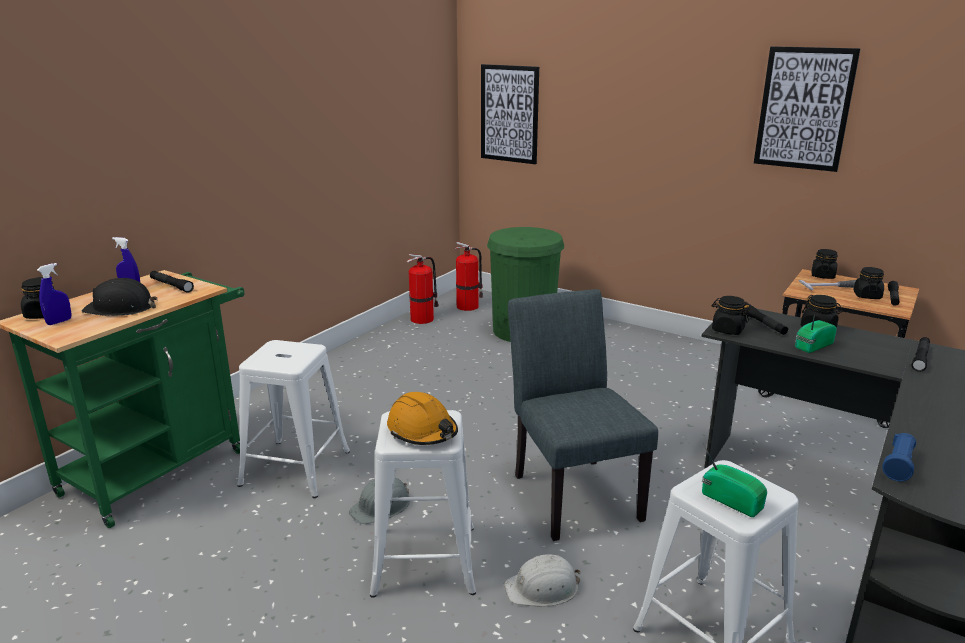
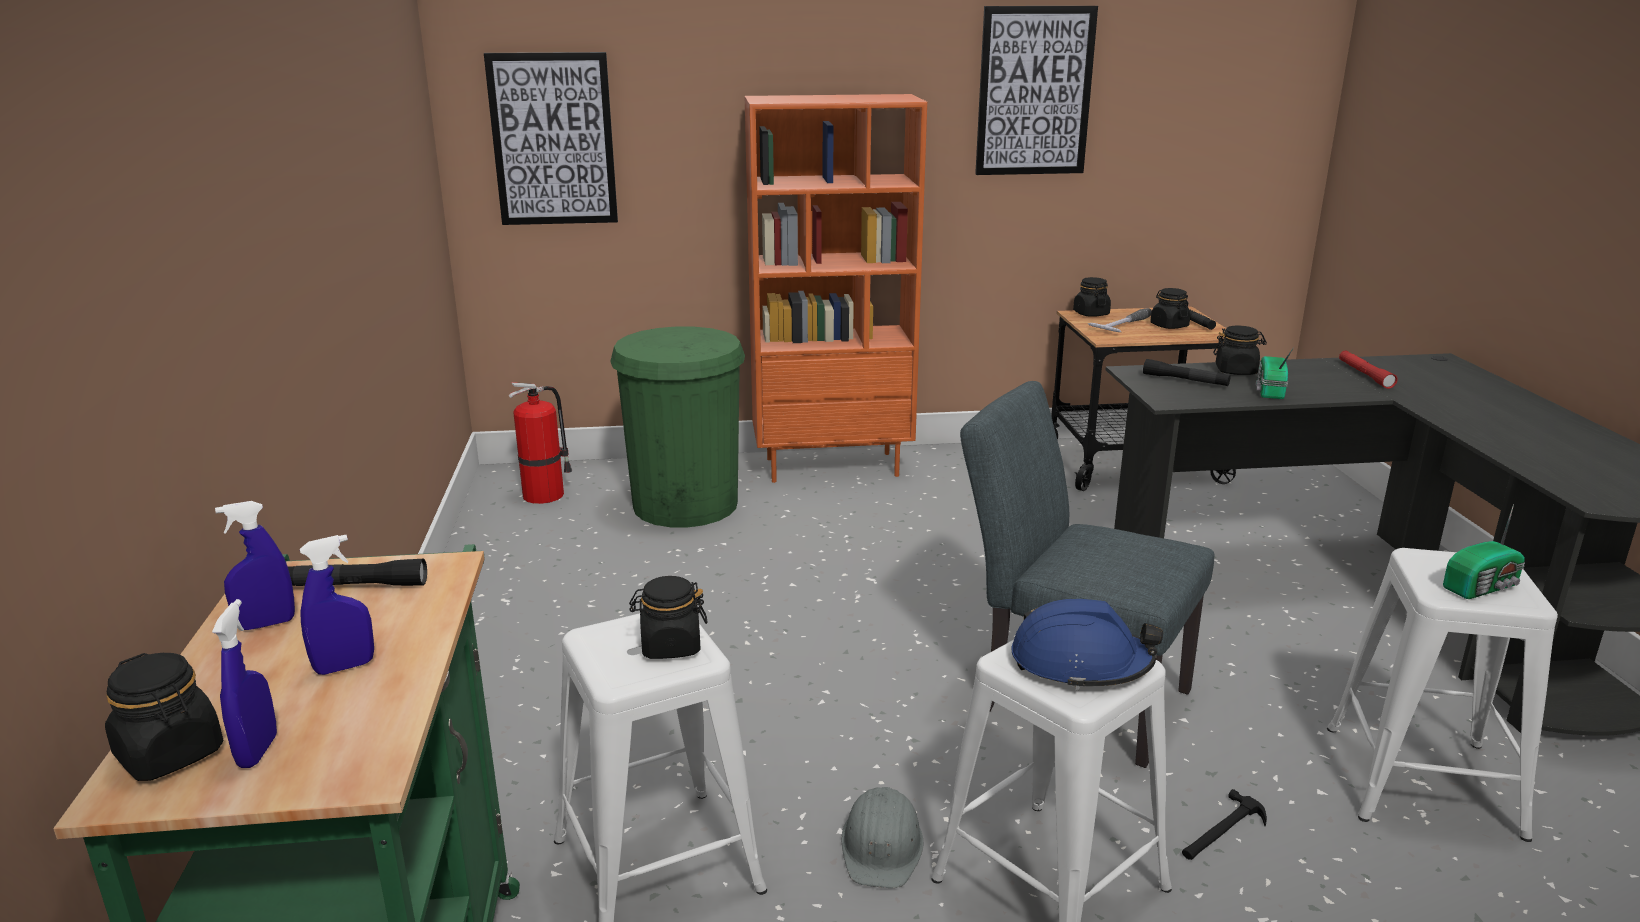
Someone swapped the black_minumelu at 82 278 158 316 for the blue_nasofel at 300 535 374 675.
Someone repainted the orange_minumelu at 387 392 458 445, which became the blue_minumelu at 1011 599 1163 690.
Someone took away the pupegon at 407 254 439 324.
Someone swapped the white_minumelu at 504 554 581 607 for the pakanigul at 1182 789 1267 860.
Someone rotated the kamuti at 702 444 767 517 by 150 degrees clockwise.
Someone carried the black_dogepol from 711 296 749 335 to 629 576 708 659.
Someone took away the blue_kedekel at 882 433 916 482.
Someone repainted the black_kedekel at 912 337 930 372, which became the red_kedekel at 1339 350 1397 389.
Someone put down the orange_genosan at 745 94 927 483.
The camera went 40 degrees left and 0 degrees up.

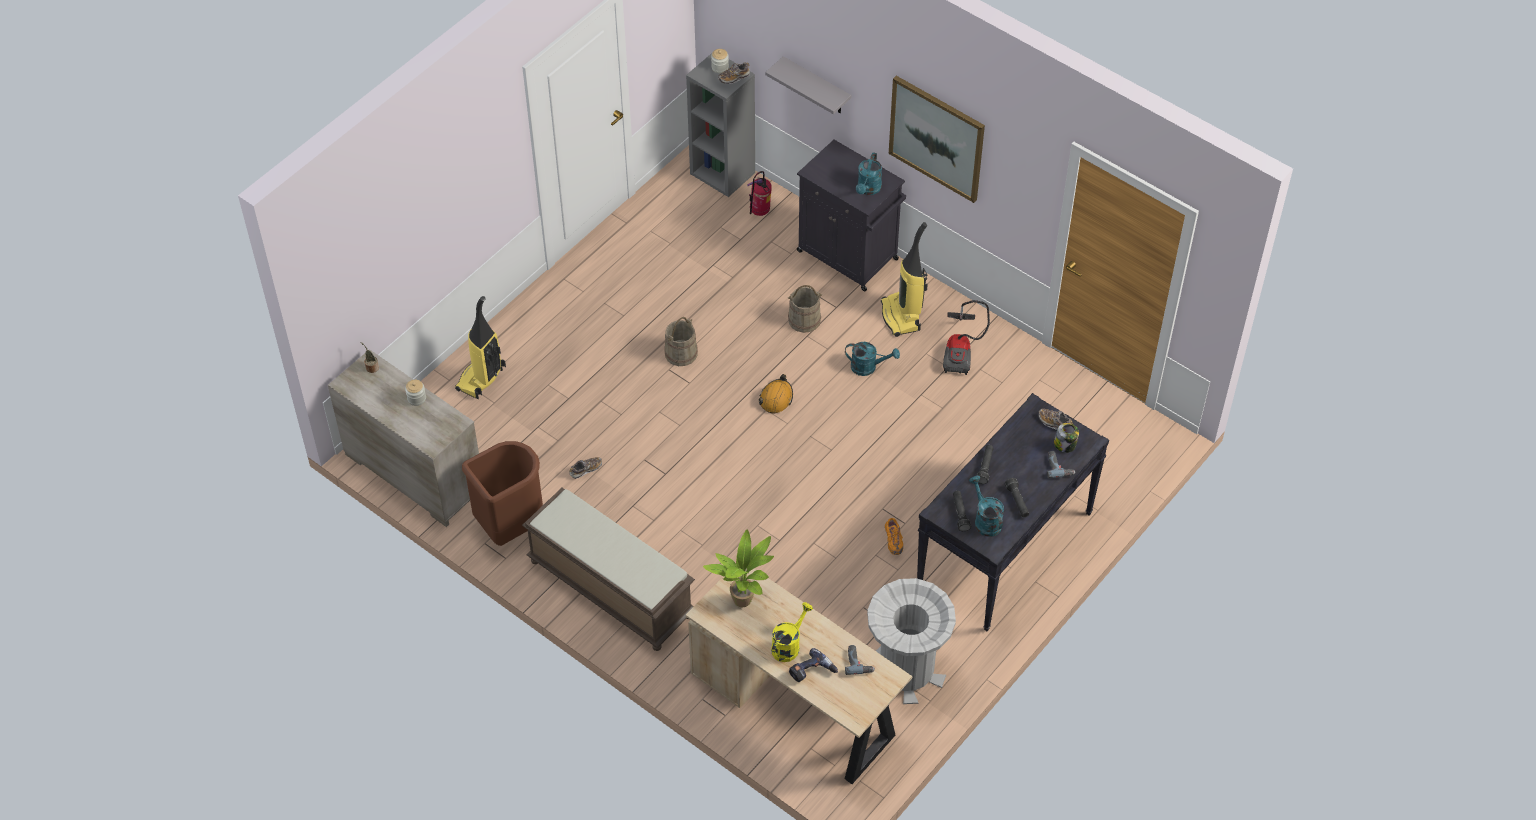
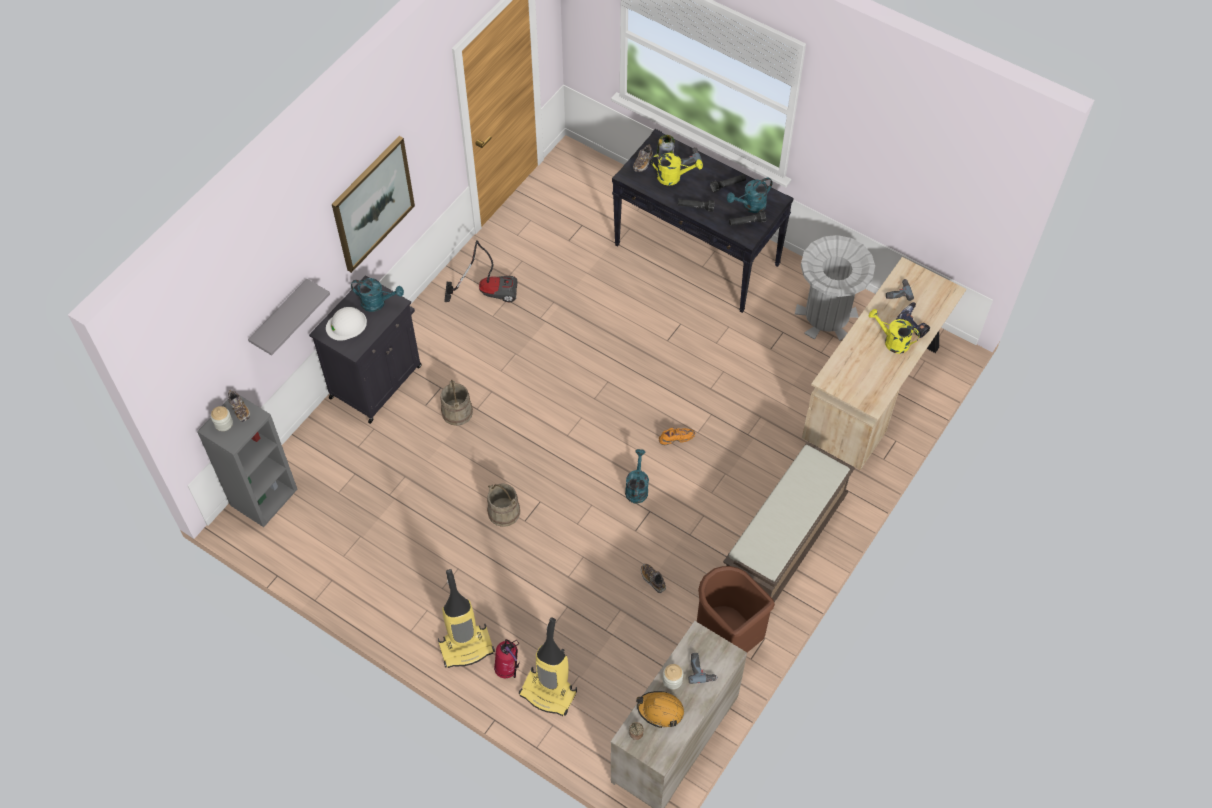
Someone took away the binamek at 703 530 774 607.
Someone carried the pupegon from 747 171 772 216 to 494 639 520 678.
Someone carried the orange_minumelu from 759 374 793 414 to 636 691 684 728.
Someone carried the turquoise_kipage from 845 342 900 376 to 625 449 649 504.
Someone carried the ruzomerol from 881 222 928 337 to 438 569 495 668.
Someone carried the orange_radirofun from 885 518 903 555 to 659 427 695 445.
Someone put down the white_minumelu at 326 307 367 341.
Someone put down the yellow_kipage at 652 153 703 186.
Someone put down the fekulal at 688 653 718 684.
The camera went 95 degrees left and 5 degrees up.

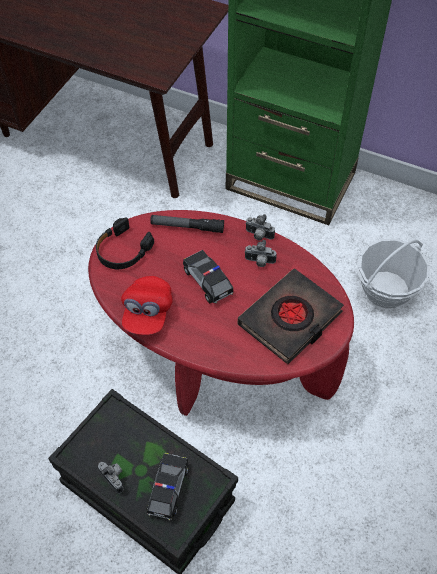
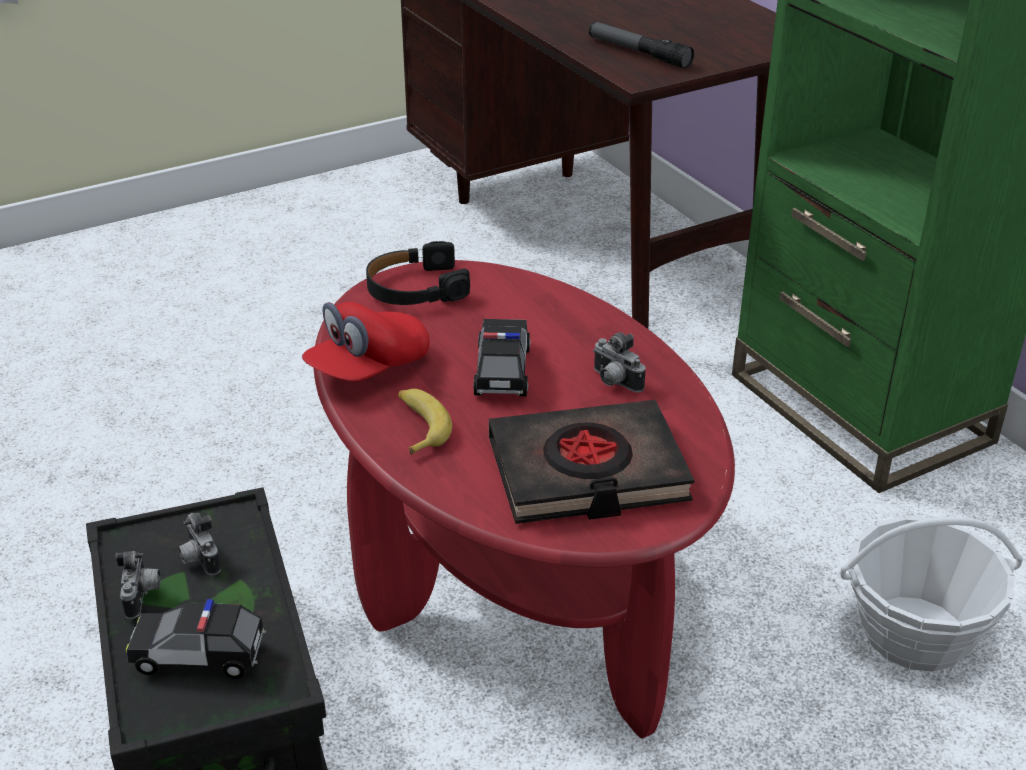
Someone rotated the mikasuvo at 147 453 189 521 by 135 degrees counterclockwise.
Someone carried the kedekel from 150 215 224 233 to 589 22 694 69.
Someone carried the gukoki from 245 214 275 241 to 178 512 221 575.
Someone put down the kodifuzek at 398 389 452 455.
The camera went 35 degrees right and 20 degrees down.

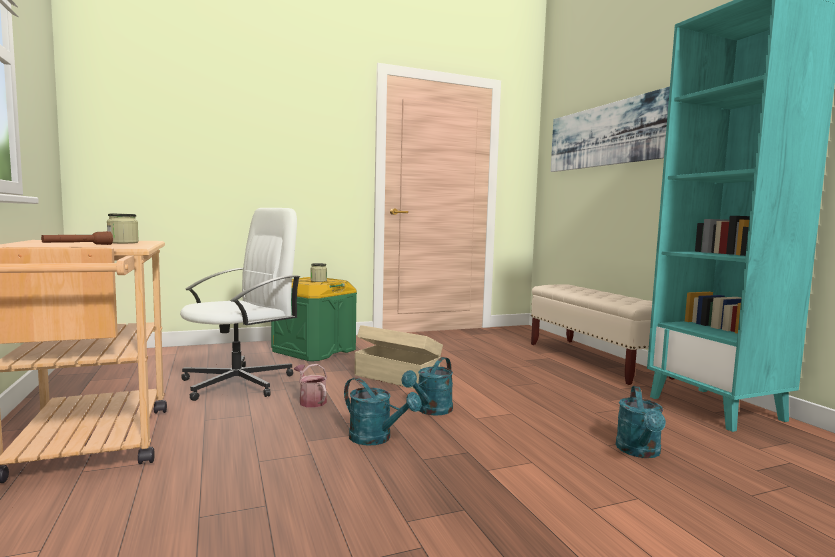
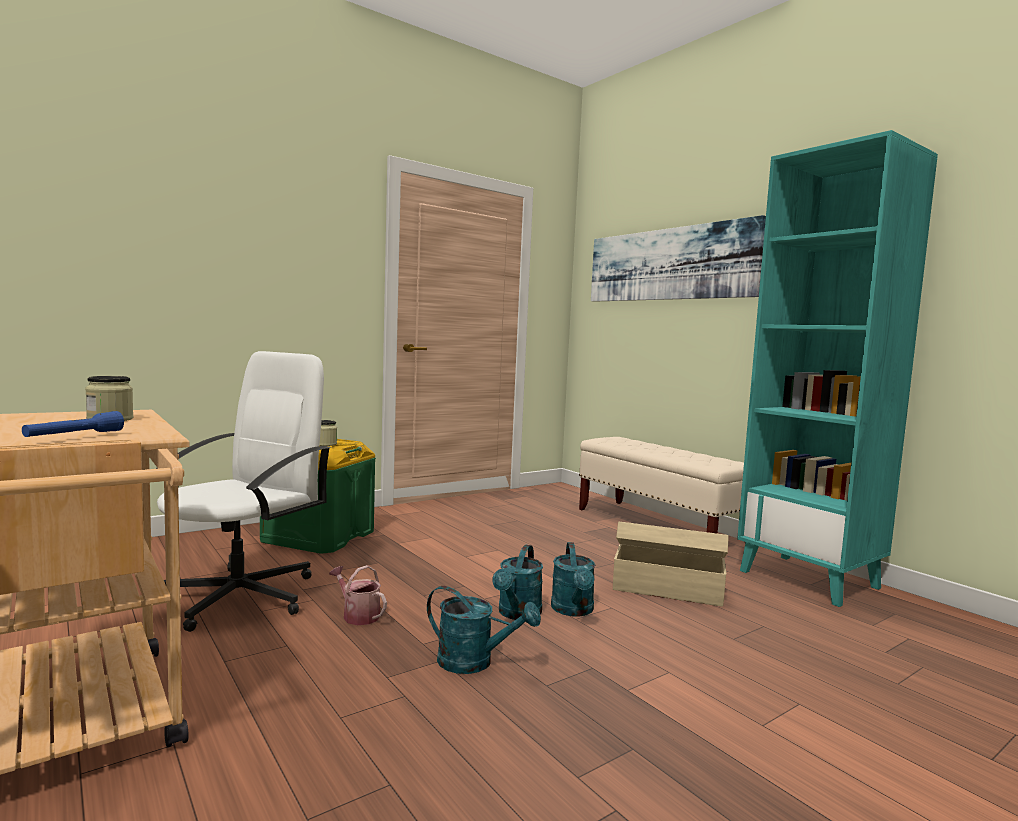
Someone repainted the brown_kedekel at 41 231 113 245, which became the blue_kedekel at 22 411 124 437.
Someone carried the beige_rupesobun from 355 325 443 389 to 613 522 728 607.
Someone carried the turquoise_kipage from 616 386 666 458 to 551 542 595 617.
The camera went 15 degrees left and 0 degrees up.

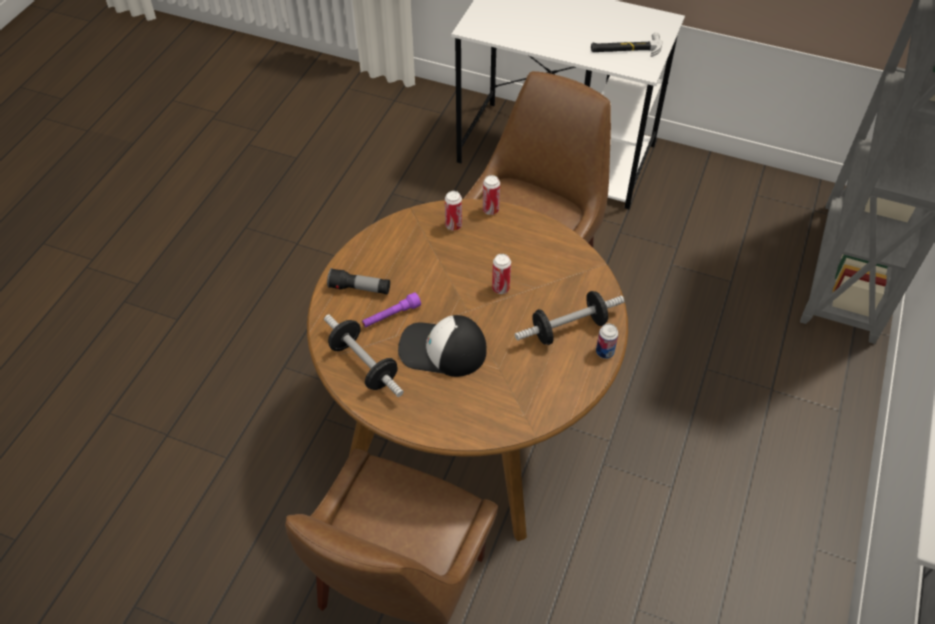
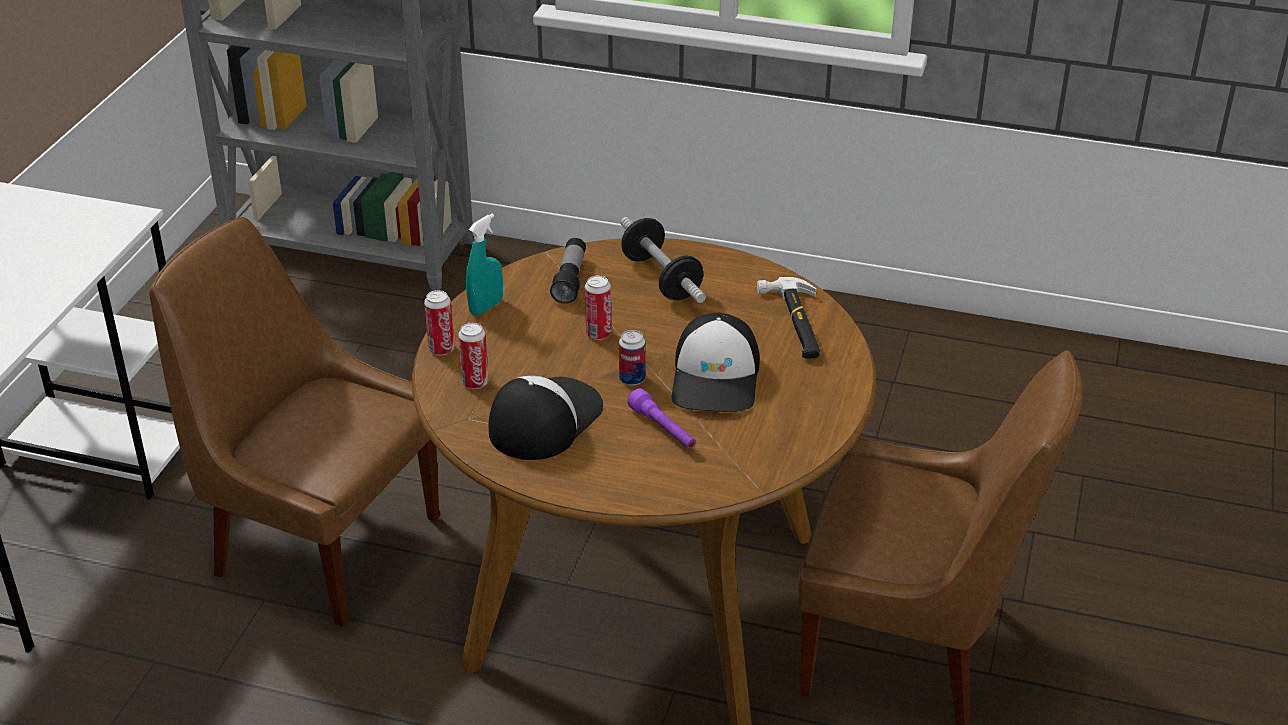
Someone took away the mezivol at 324 314 404 397.
Someone carried the kedekel from 327 268 390 294 to 550 238 586 304.
Someone carried the pakanigul from 591 32 662 57 to 757 277 821 359.
Someone carried the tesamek from 596 324 618 359 to 619 330 646 385.
Someone put down the turquoise_nasofel at 466 213 503 316.
Someone put down the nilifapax at 489 376 603 460.
The camera went 95 degrees left and 15 degrees down.

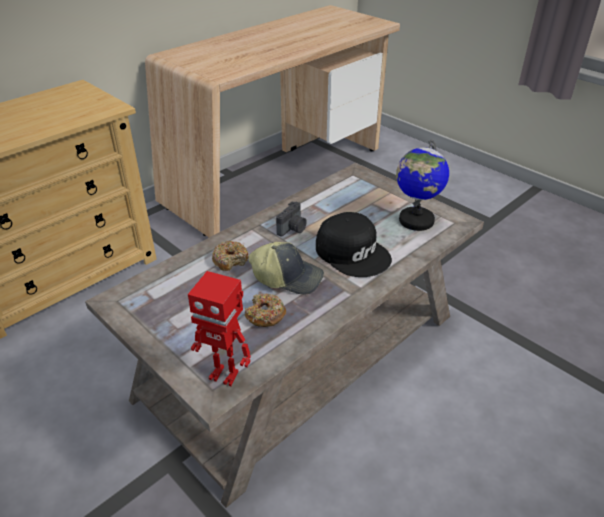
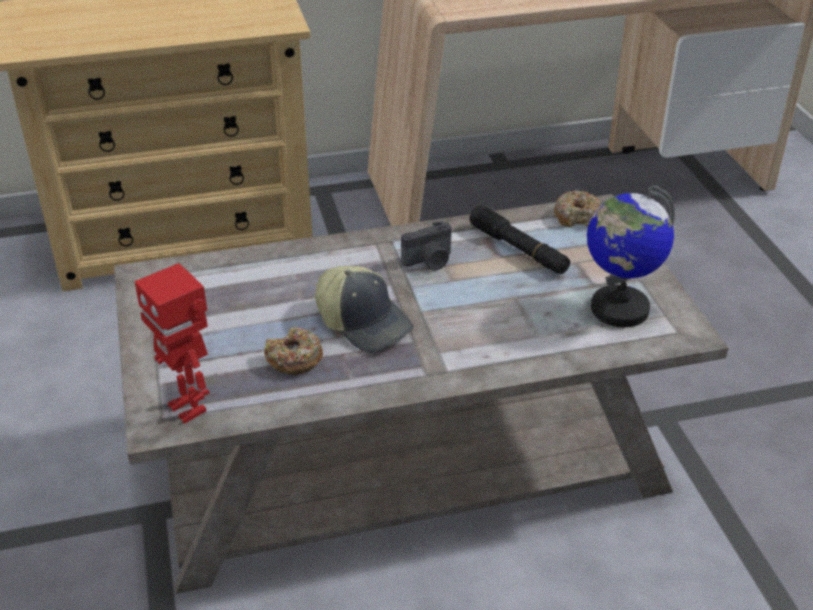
Someone carried the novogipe from 212 241 249 271 to 554 190 601 227.
Someone took away the black_nilifapax at 316 212 392 277.
Someone put down the black_kedekel at 470 205 570 274.
The camera went 30 degrees right and 0 degrees up.

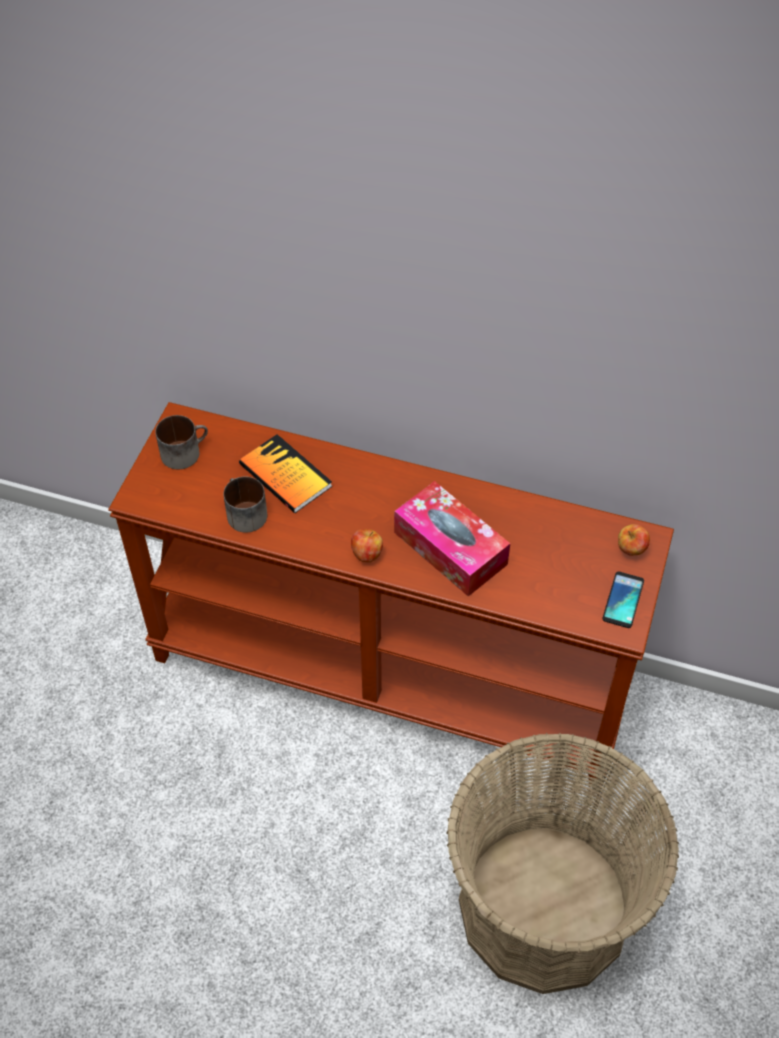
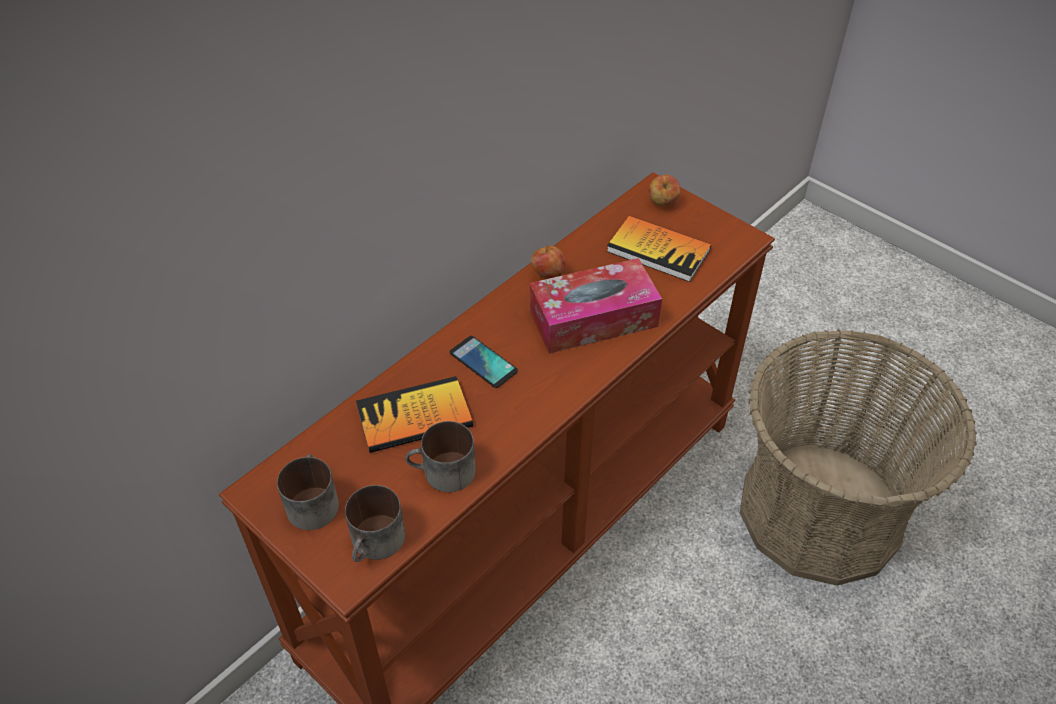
Someone carried the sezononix from 351 529 383 562 to 531 244 566 279.
Someone carried the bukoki from 603 571 644 628 to 450 336 518 388.
Someone put down the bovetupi at 345 485 405 562.
Someone put down the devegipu at 607 216 711 282.
The camera went 65 degrees left and 5 degrees down.

